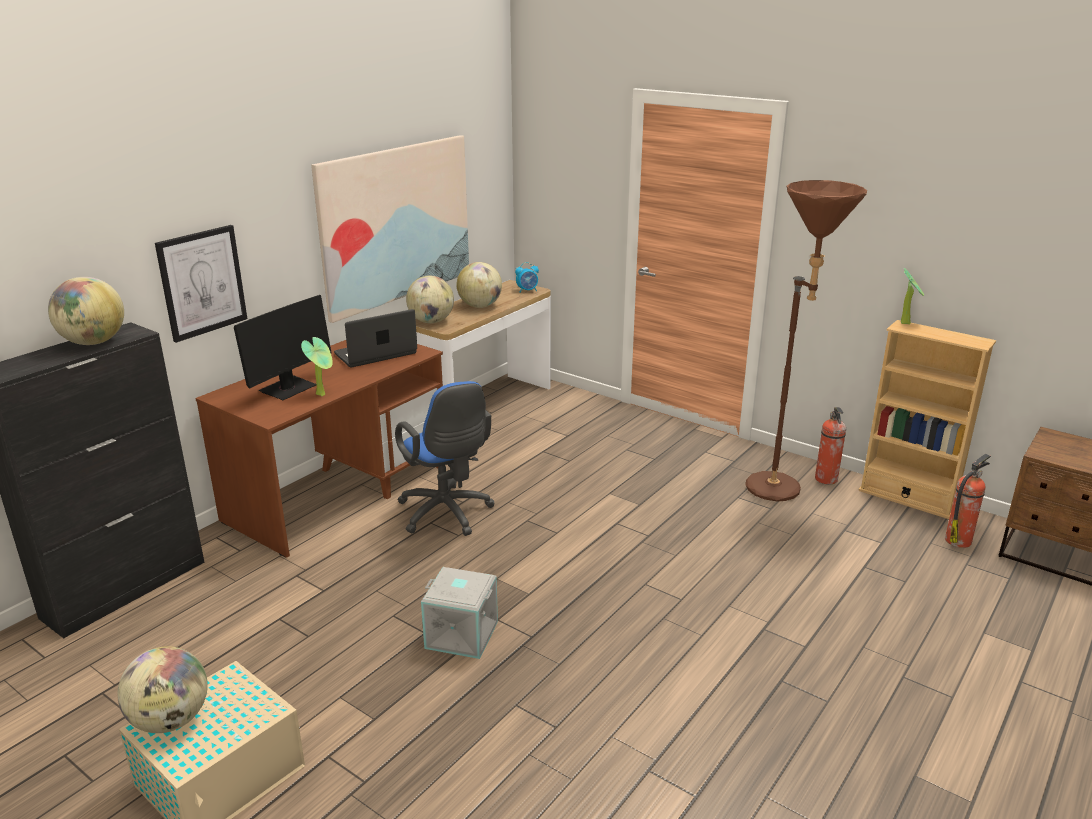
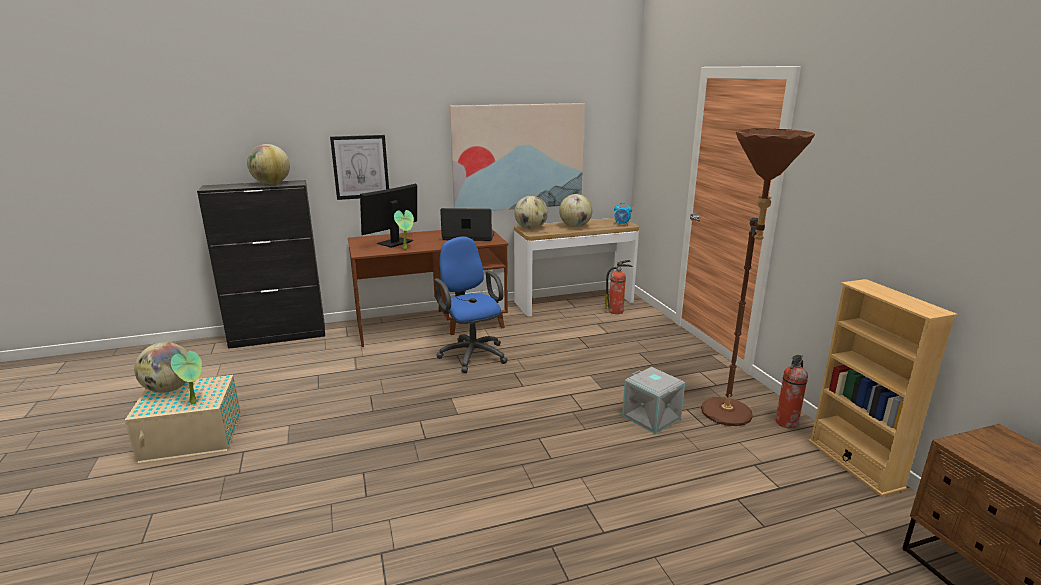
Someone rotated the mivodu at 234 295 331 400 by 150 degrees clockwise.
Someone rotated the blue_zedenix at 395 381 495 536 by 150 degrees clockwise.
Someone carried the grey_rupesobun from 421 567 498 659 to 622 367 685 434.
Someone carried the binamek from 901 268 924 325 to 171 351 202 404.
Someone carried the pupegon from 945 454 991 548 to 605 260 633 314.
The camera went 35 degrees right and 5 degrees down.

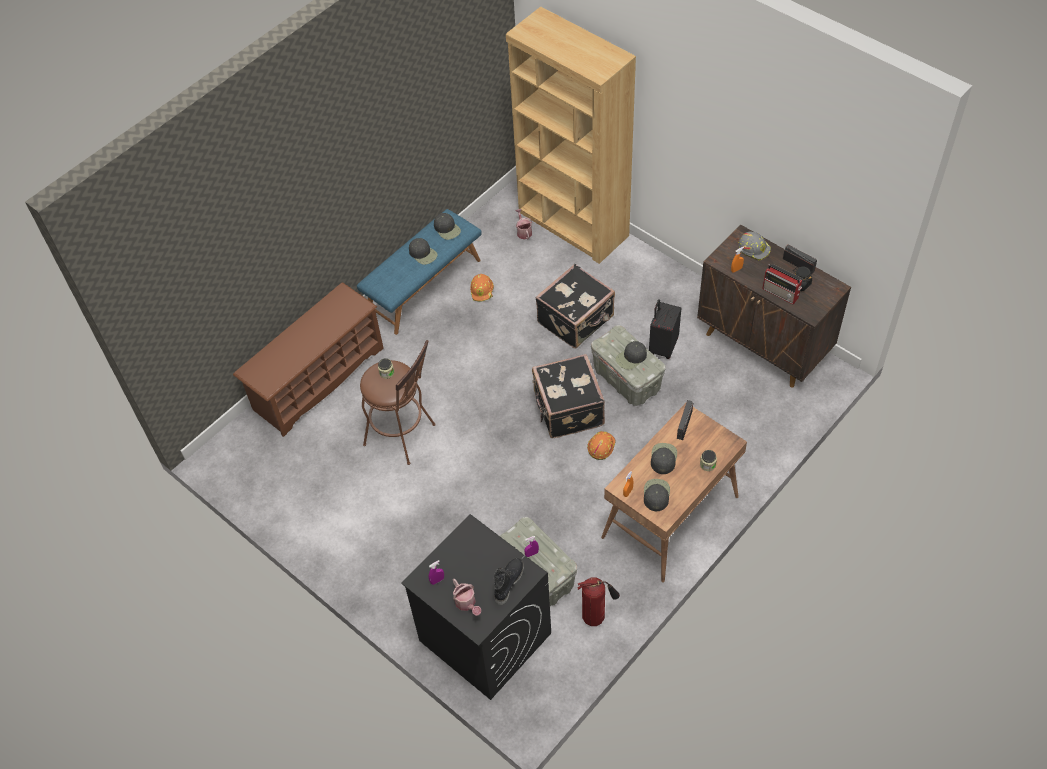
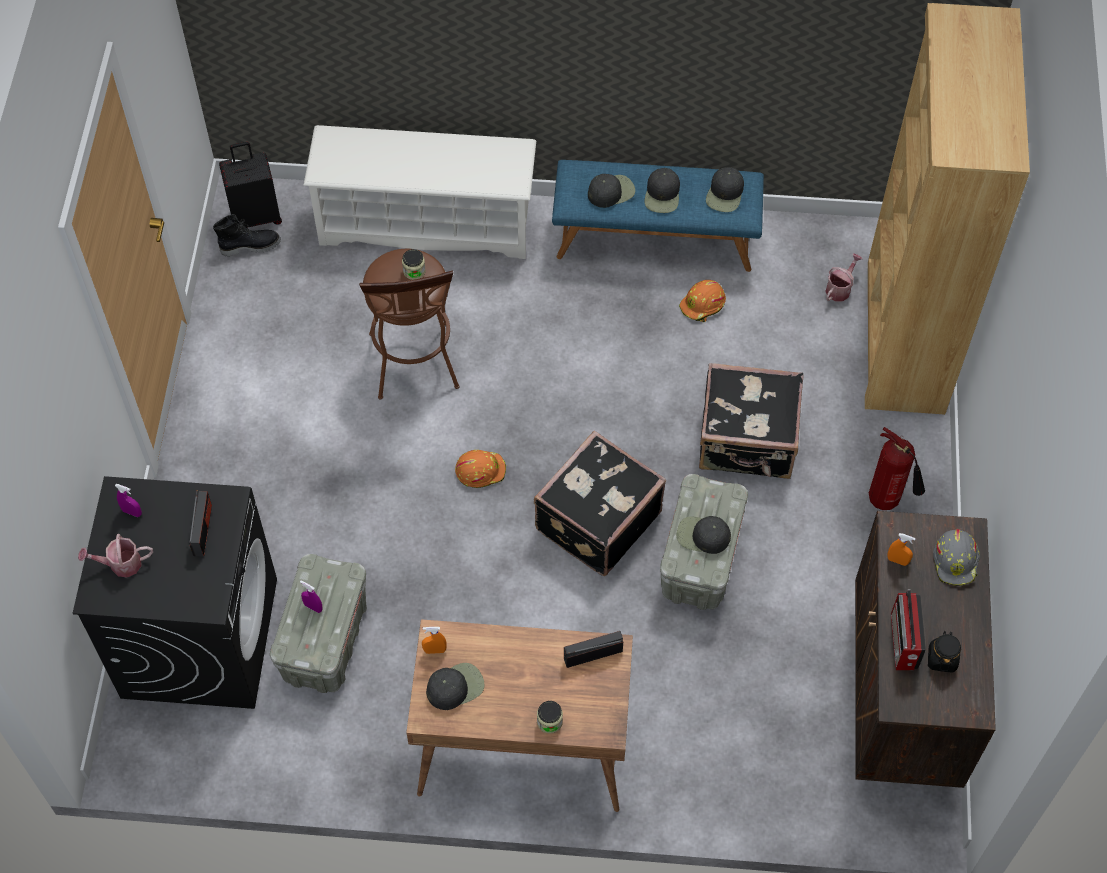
Someone repainted the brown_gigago at 233 282 384 437, which became the white_gigago at 303 125 536 259.
Someone rotated the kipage at 453 579 481 616 by 60 degrees clockwise.
Someone carried the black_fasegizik from 494 558 524 605 to 213 214 281 256.
Someone carried the pupegon from 578 578 620 626 to 869 427 925 510.
Someone carried the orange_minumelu from 587 431 616 460 to 455 450 506 488.
Someone carried the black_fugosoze from 649 299 681 359 to 219 142 282 228.
Someone carried the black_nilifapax from 651 443 677 474 to 588 174 635 208.
Someone carried the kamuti from 783 245 817 274 to 189 490 212 557.
The camera went 50 degrees right and 5 degrees up.

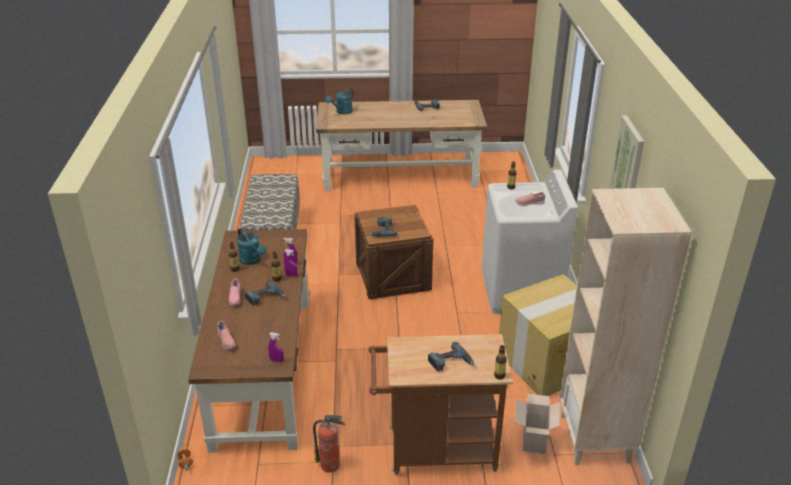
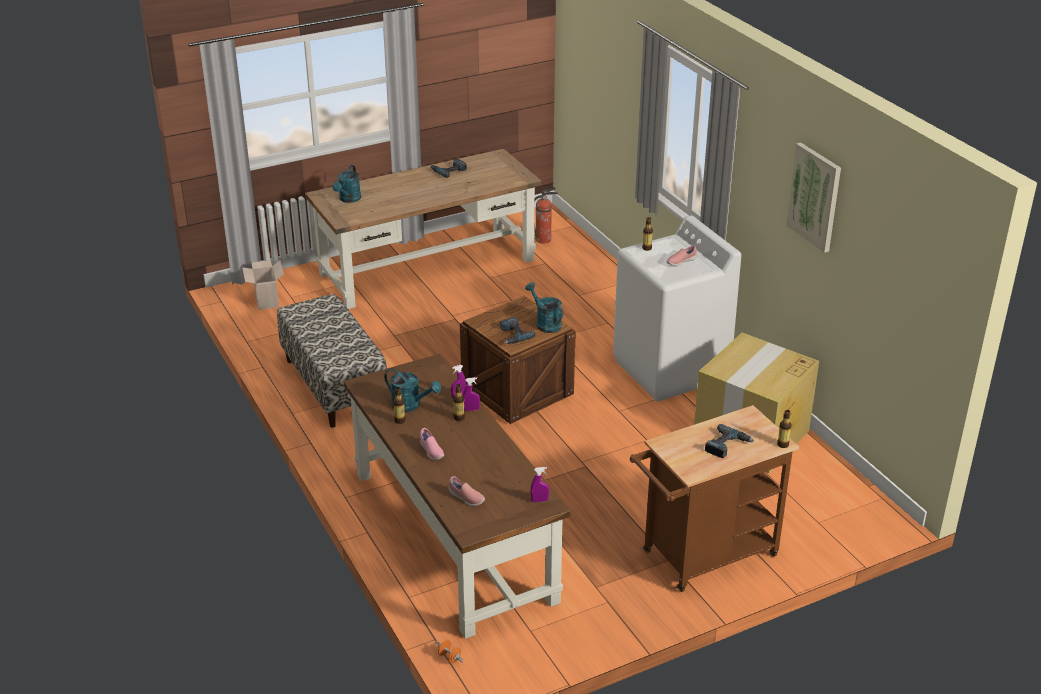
Someone took away the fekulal at 245 280 285 306.
Someone carried the pupegon from 313 415 345 473 to 534 187 558 244.
Someone carried the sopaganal from 515 394 560 454 to 242 260 284 310.
Someone took away the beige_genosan at 559 188 692 465.
Someone put down the turquoise_kipage at 525 282 563 333.
The camera went 25 degrees left and 0 degrees up.

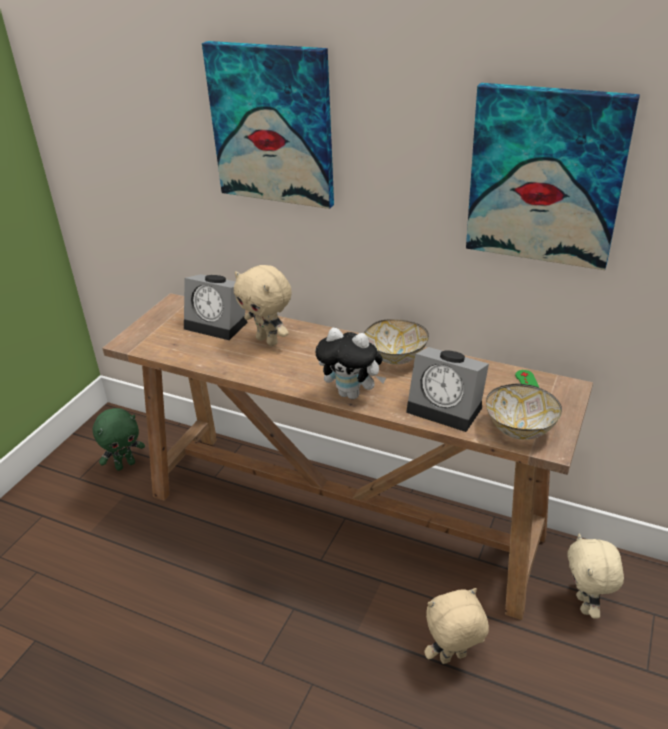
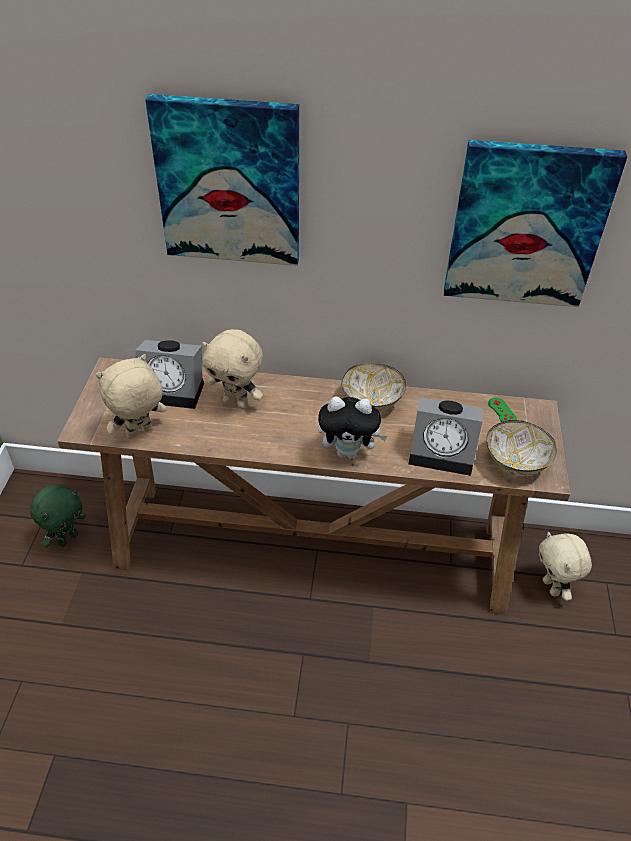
Someone carried the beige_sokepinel from 424 588 489 664 to 96 354 167 439.
The camera went 20 degrees left and 10 degrees up.

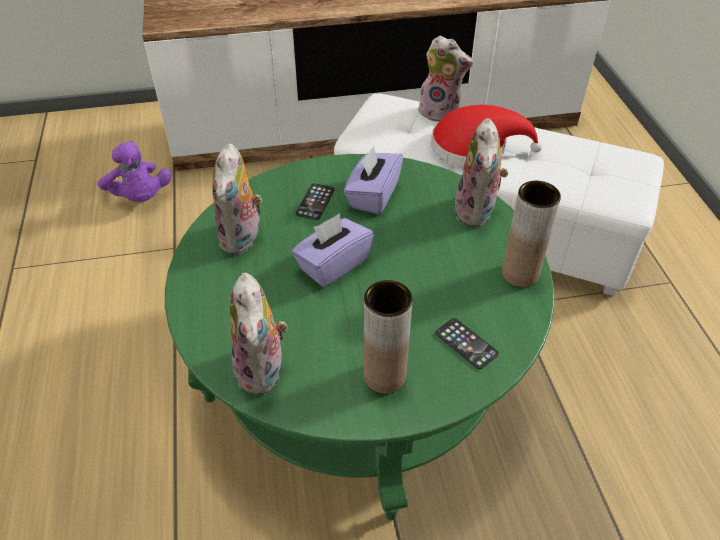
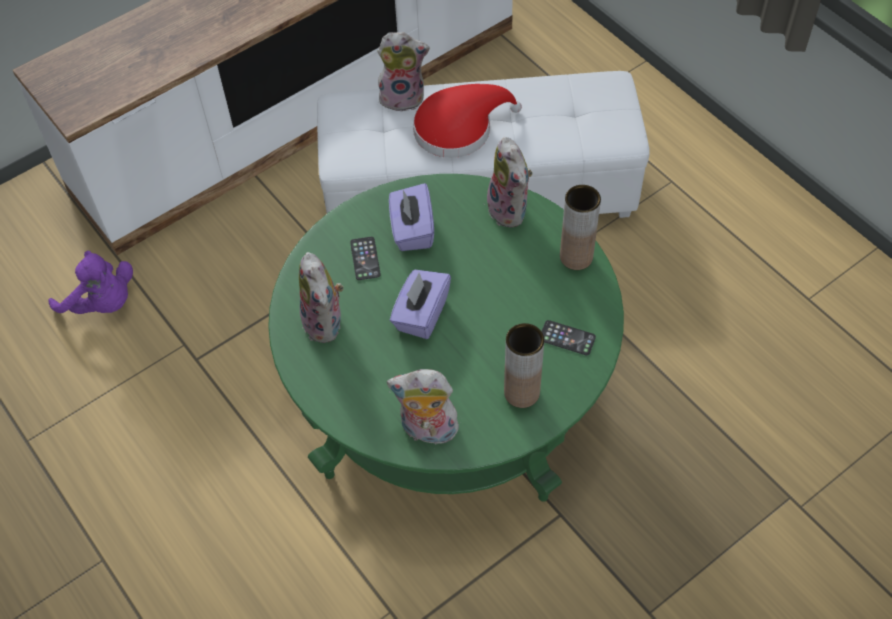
Someone rotated the sokepinel at 230 273 288 394 by 135 degrees clockwise.
The camera went 25 degrees left and 10 degrees up.

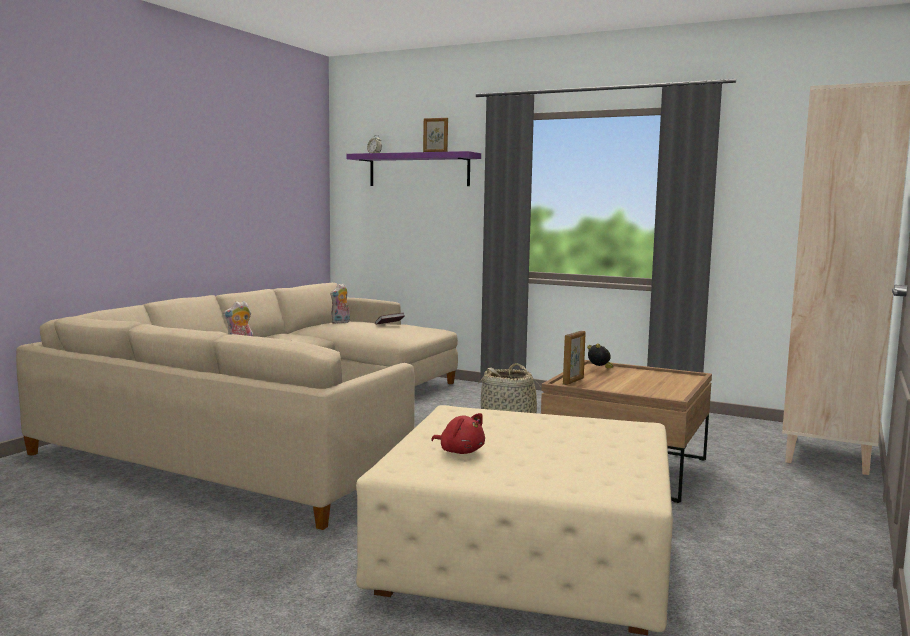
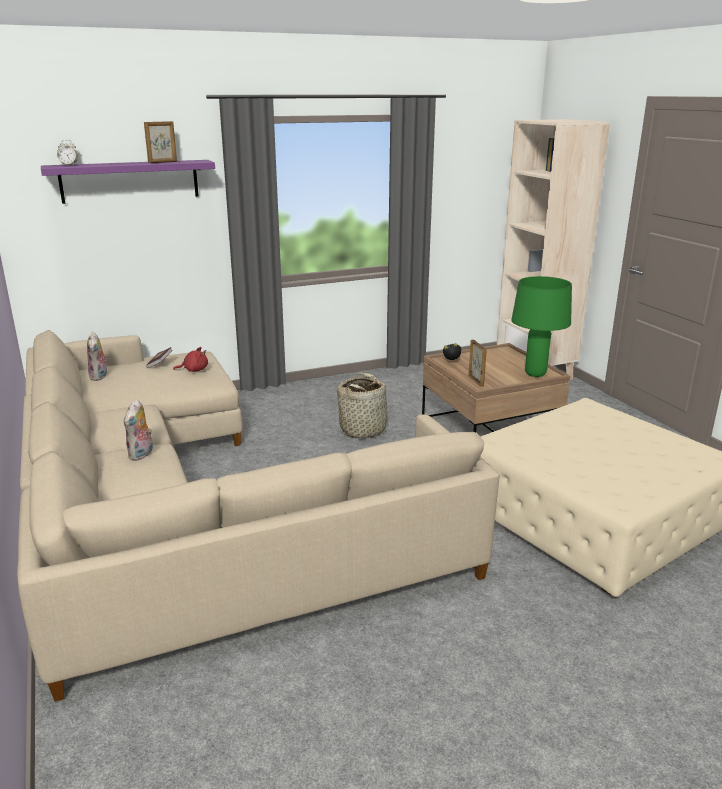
Someone carried the red_sokepinel from 431 413 485 454 to 173 347 208 372.
Someone put down the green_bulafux at 511 276 572 377.
The camera went 50 degrees left and 15 degrees up.

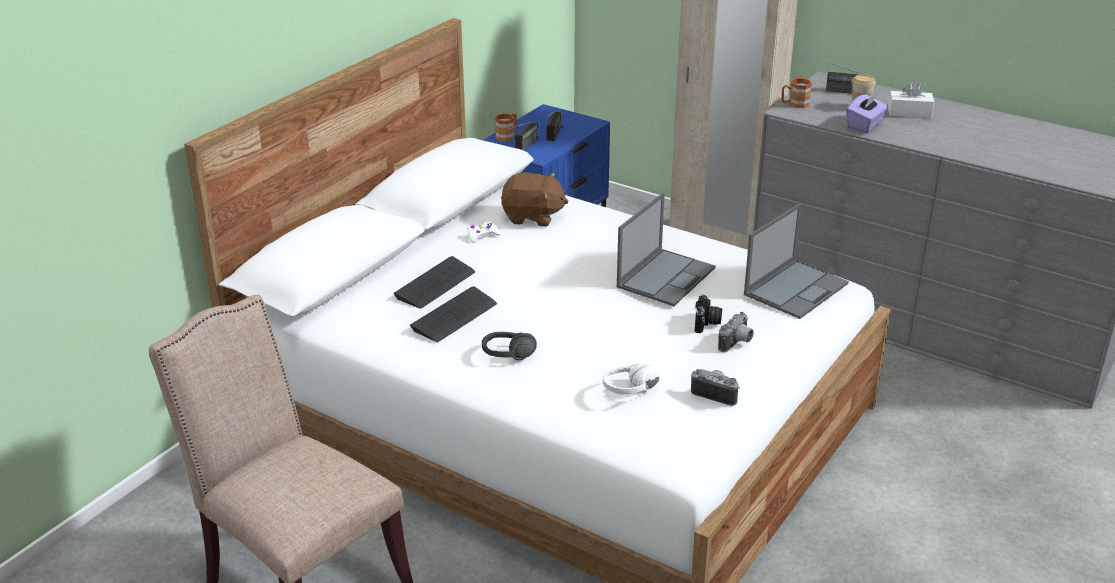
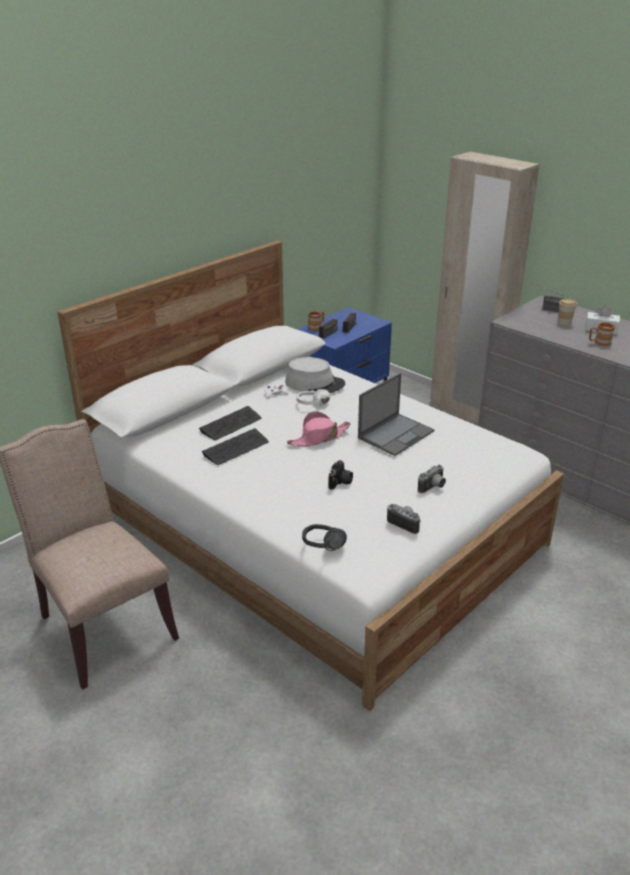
Someone carried the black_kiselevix from 482 332 537 360 to 302 524 347 551.
Someone swapped the brown_sokepinel at 501 172 569 226 for the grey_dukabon at 285 357 345 393.
Someone carried the white_kiselevix from 603 362 660 394 to 296 389 330 406.
Someone carried the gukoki from 694 295 722 333 to 328 460 353 490.
Someone took away the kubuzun at 744 203 849 319.
Someone carried the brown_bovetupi from 781 78 812 108 to 589 322 615 346.
Someone took away the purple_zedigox at 846 93 888 133.
Someone put down the pink_dukabon at 287 411 351 446.
The camera went 10 degrees right and 0 degrees up.

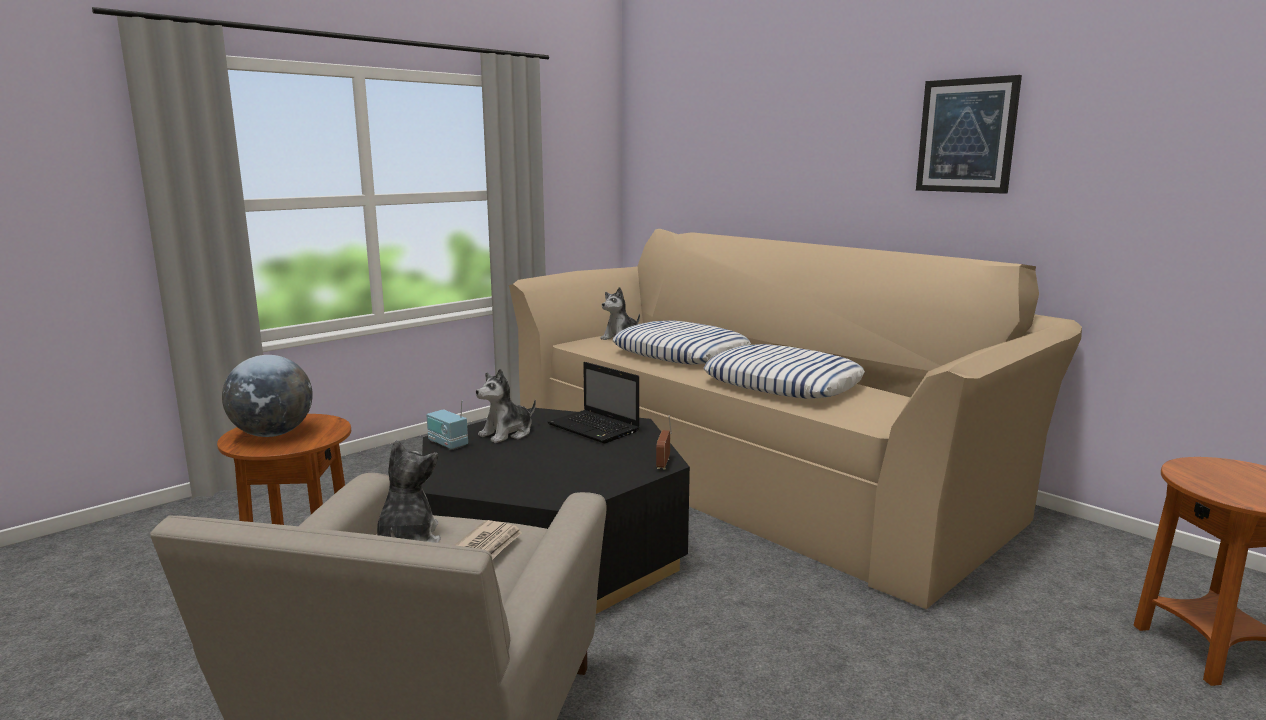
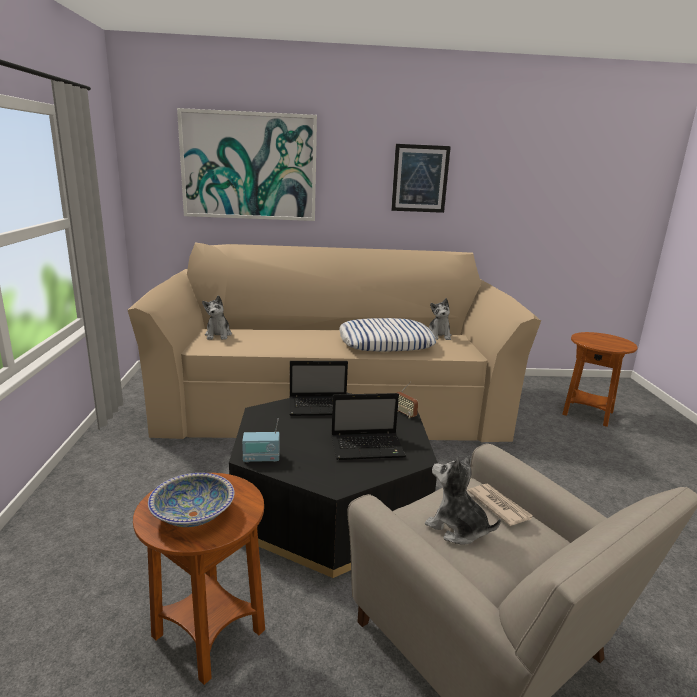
Someone swapped the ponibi at 222 355 313 437 for the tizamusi at 148 473 234 527.
Someone carried the sokepinel from 476 368 536 443 to 429 298 451 340.
Someone took away the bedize at 612 320 751 365.
Someone put up the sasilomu at 177 108 317 221.
Someone put down the kubuzun at 331 393 406 460.
The camera went 50 degrees left and 5 degrees up.

